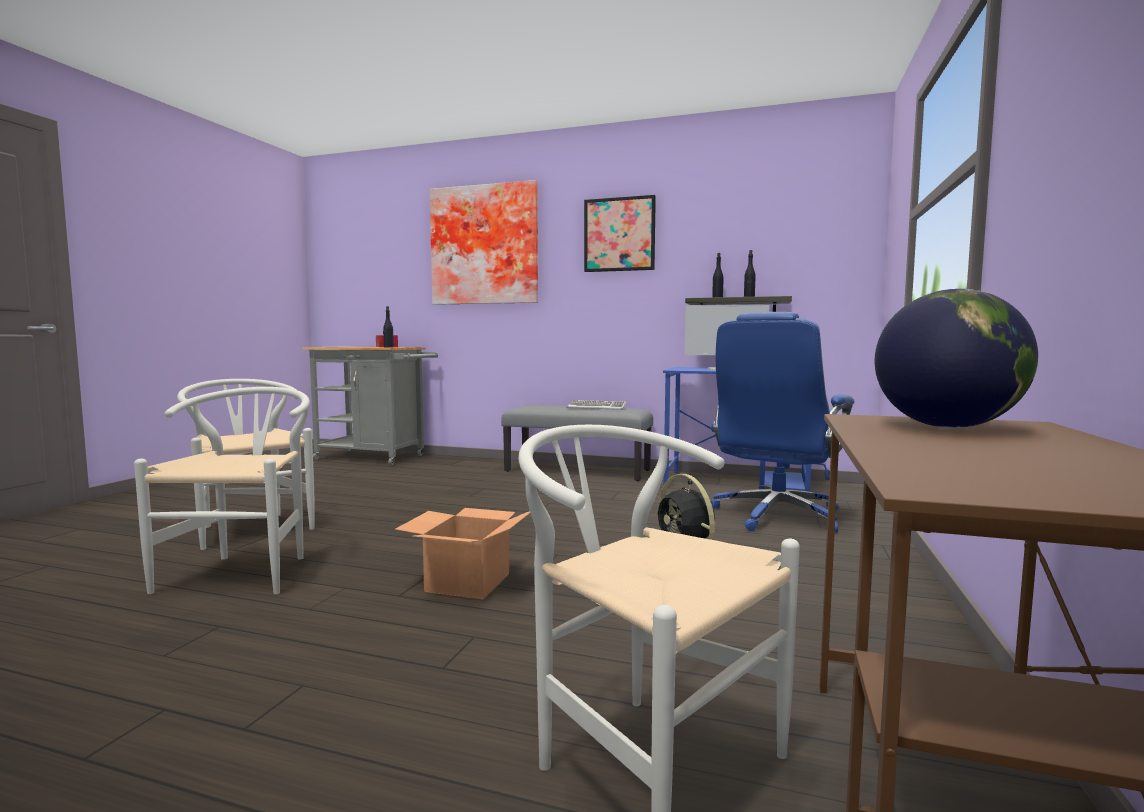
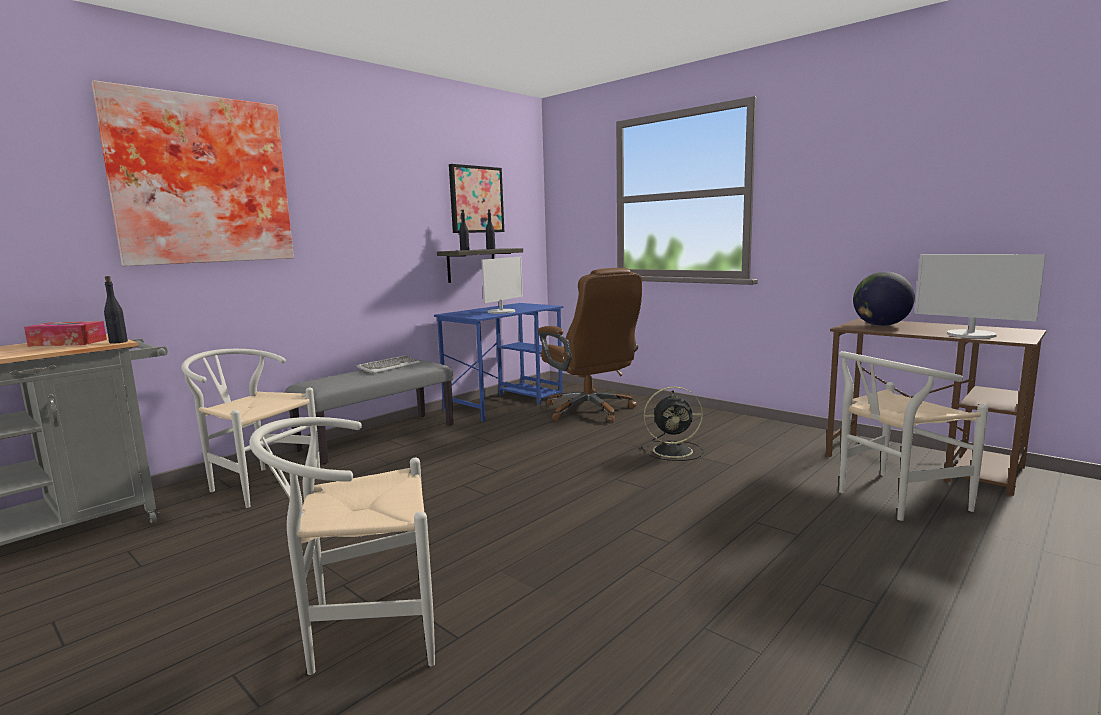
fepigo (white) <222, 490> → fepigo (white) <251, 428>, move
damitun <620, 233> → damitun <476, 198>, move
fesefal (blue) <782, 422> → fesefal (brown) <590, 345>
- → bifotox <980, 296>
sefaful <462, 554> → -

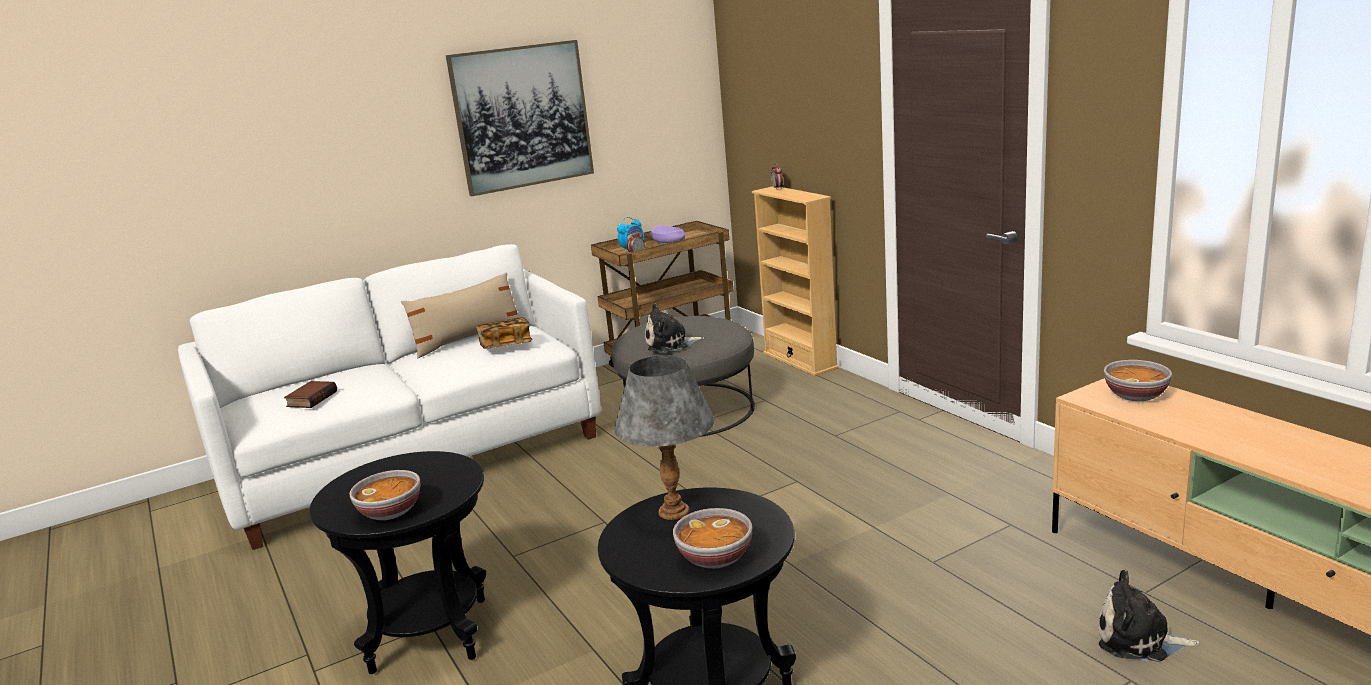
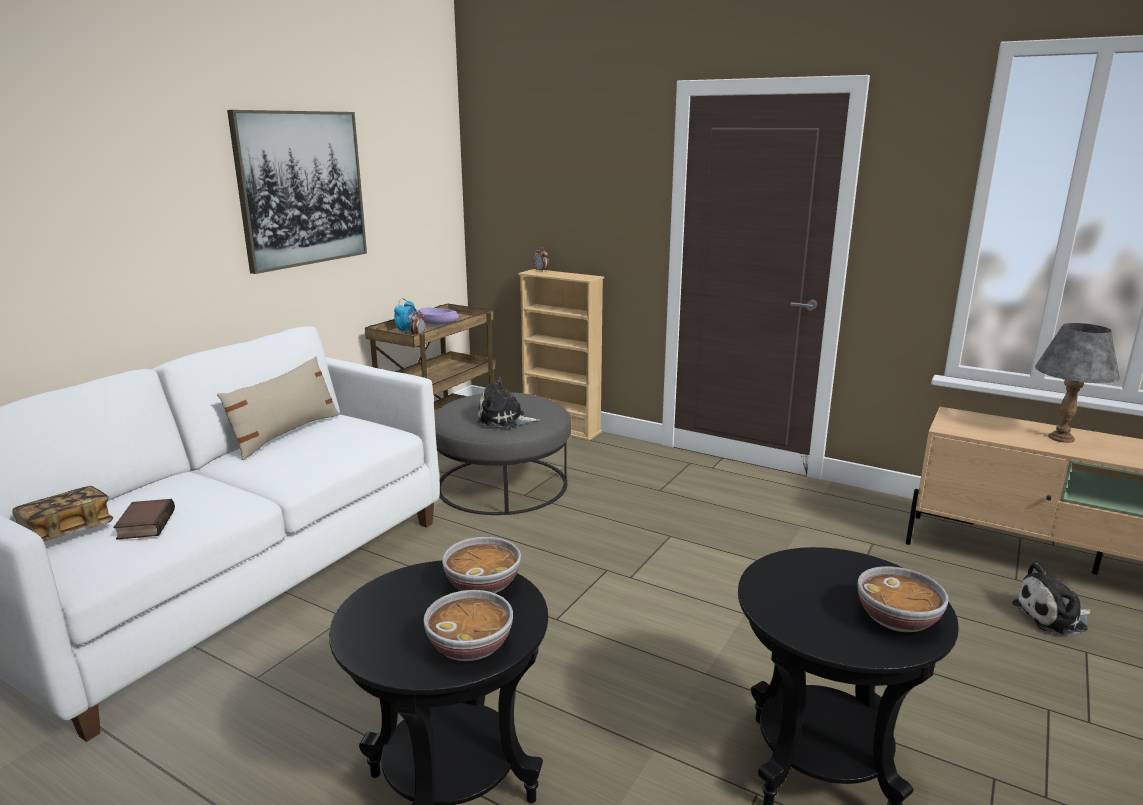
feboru <504, 333> → feboru <62, 513>, move
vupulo <1138, 380> → vupulo <481, 565>, move
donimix <674, 327> → donimix <508, 402>, 45 degrees clockwise
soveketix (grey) <664, 437> → soveketix (grey) <1077, 383>, move

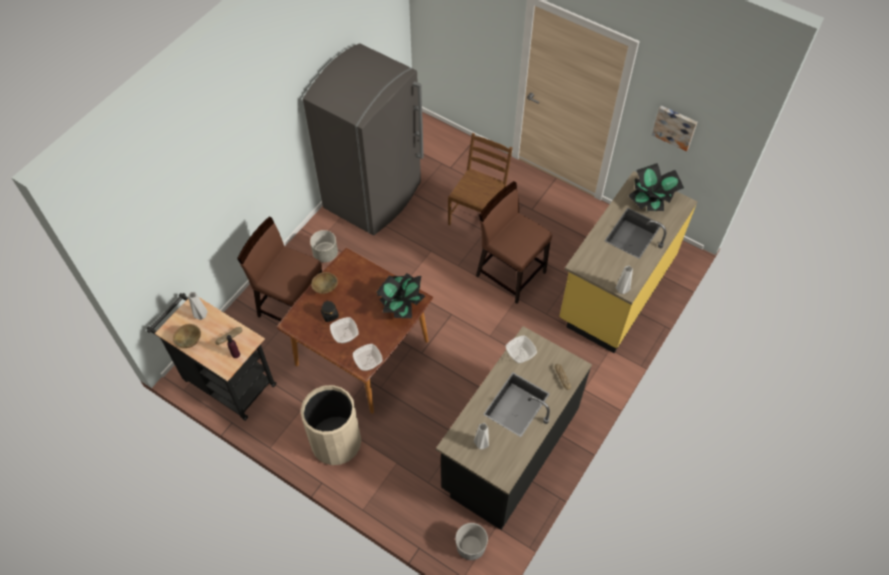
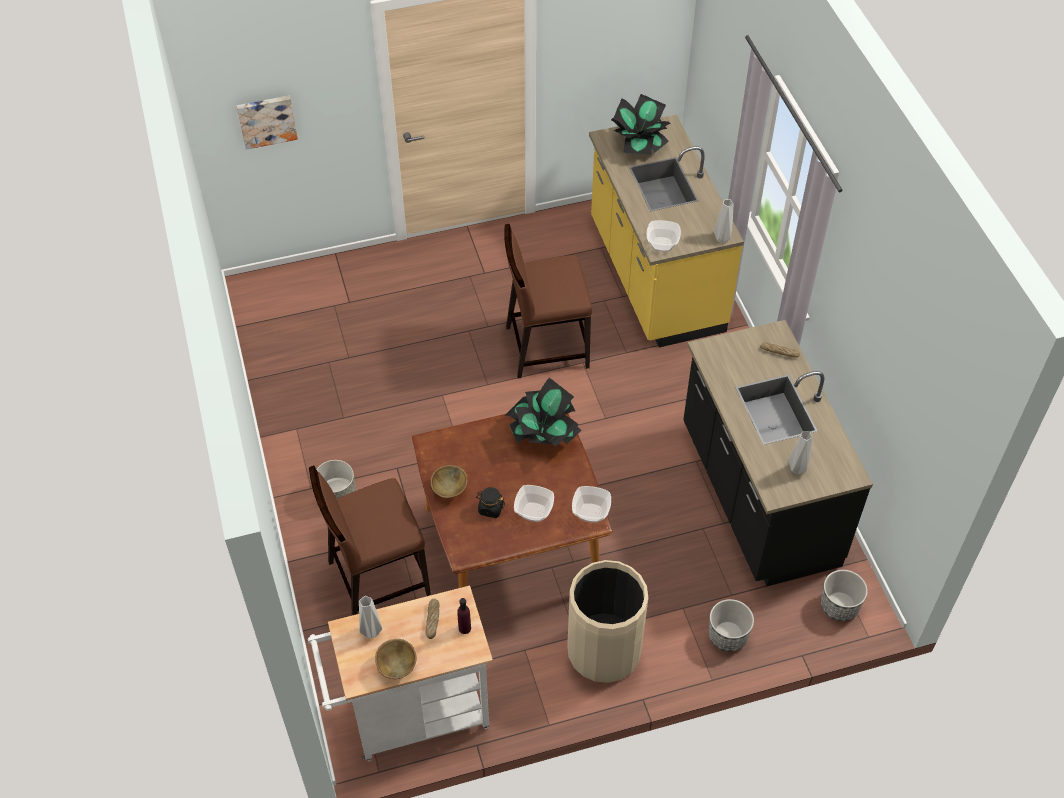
damitun <674, 128> → damitun <267, 122>, move
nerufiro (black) <211, 357> → nerufiro (white) <400, 673>
vupulo <521, 349> → vupulo <663, 236>, move
- → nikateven <731, 625>
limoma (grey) <363, 139> → -
fepigo (brown) <480, 179> → -

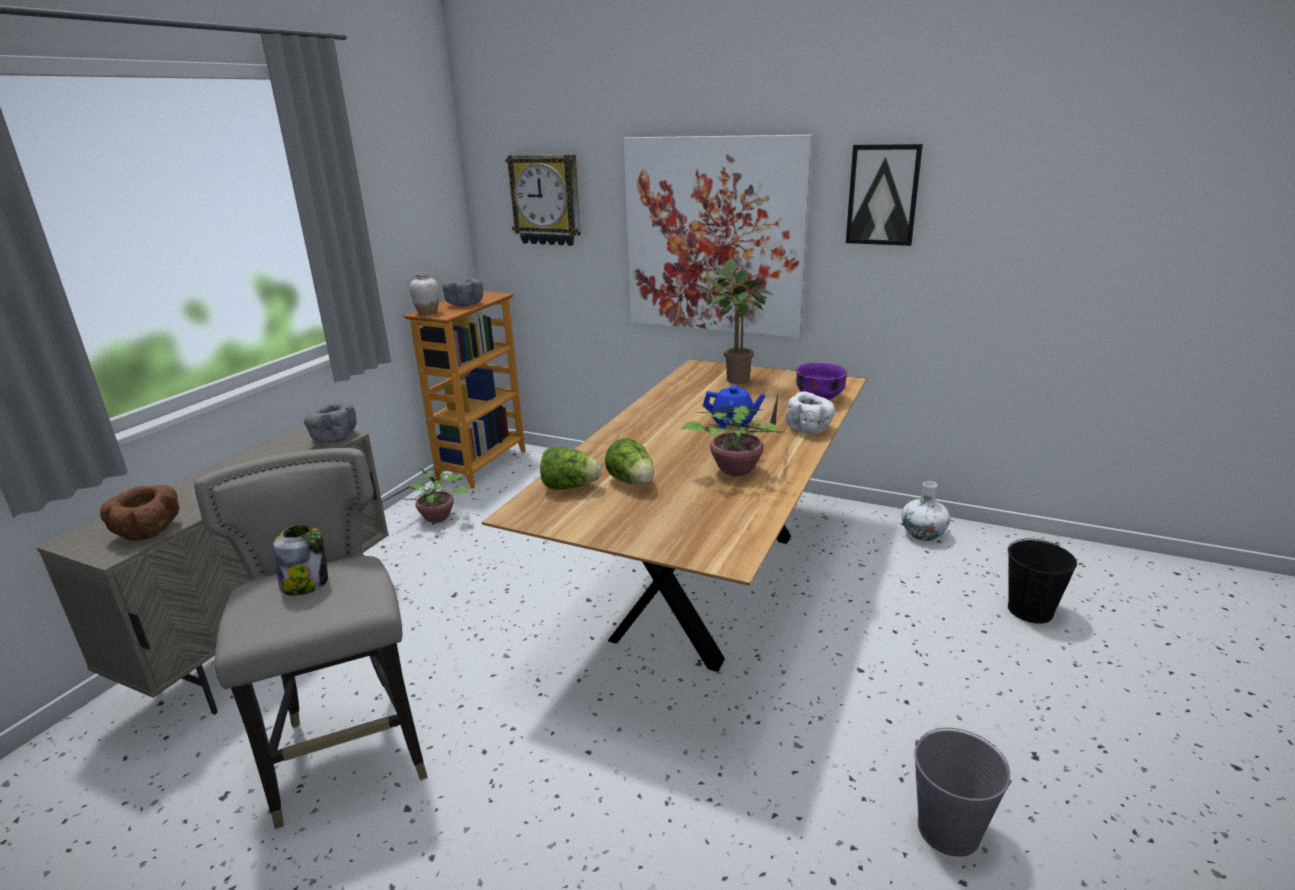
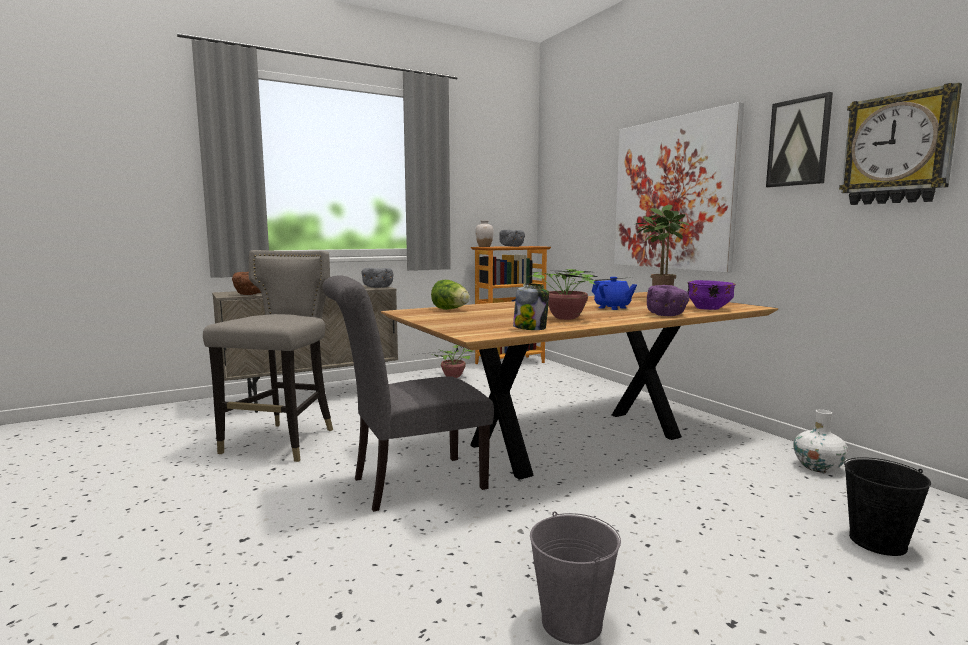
- → fepigo (grey) <408, 393>
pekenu <300, 560> → pekenu <531, 306>, move
vupulo (white) <810, 413> → vupulo (purple) <668, 300>
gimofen <543, 200> → gimofen <900, 144>, move
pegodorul <629, 461> → -

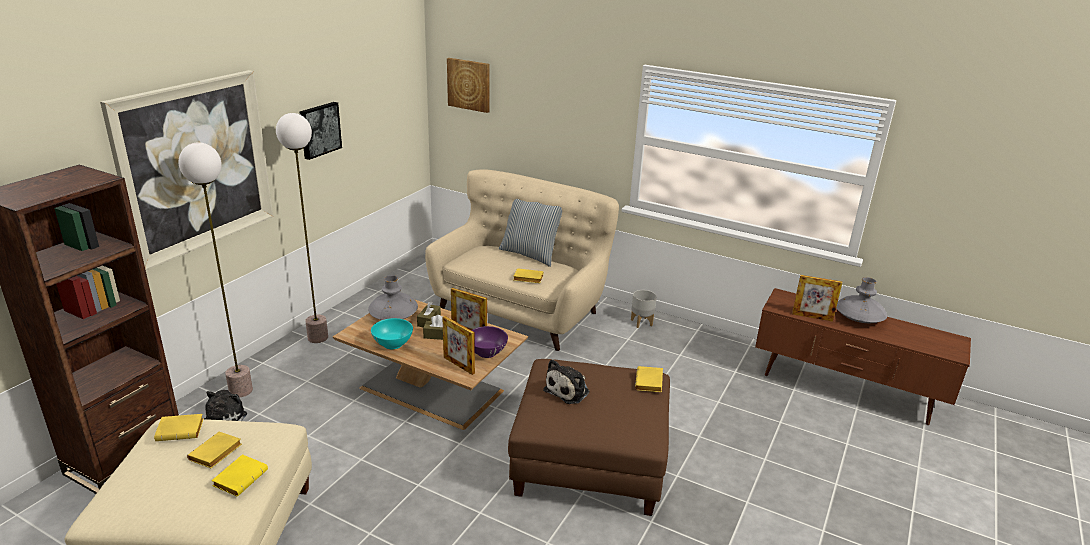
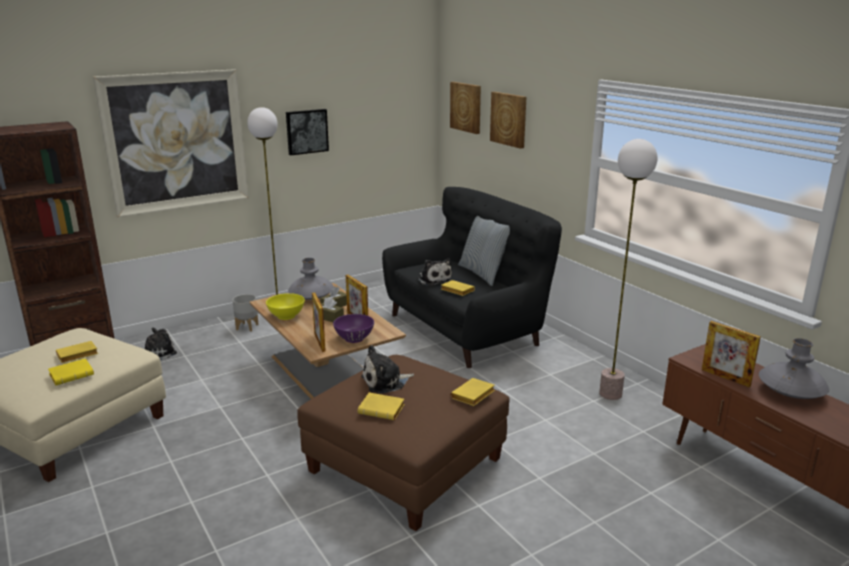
nikateven (grey) <644, 309> → nikateven (grey) <245, 313>, move
vupulo (turquoise) <392, 333> → vupulo (yellow) <285, 306>
feboru (yellow) <179, 427> → feboru (yellow) <381, 406>, move
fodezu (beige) <522, 260> → fodezu (black) <472, 277>
- → donimix <435, 272>
- → damitun <508, 120>
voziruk <216, 270> → voziruk <628, 269>, move

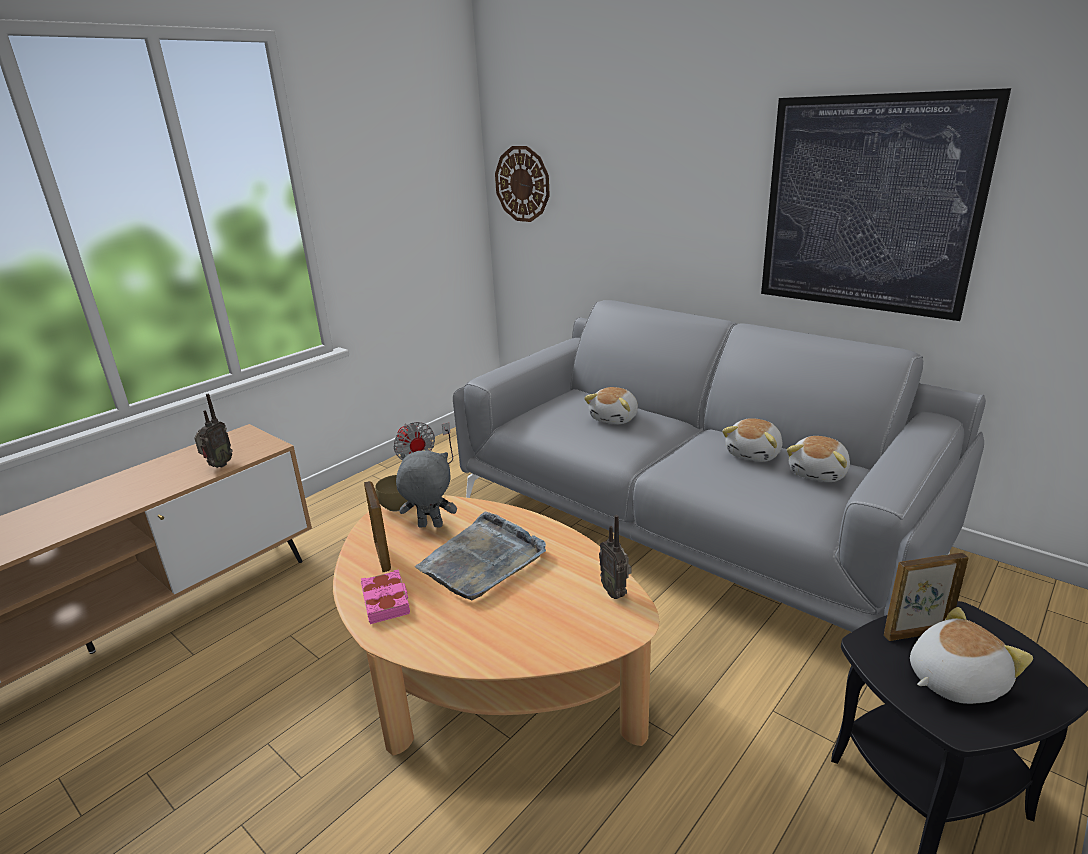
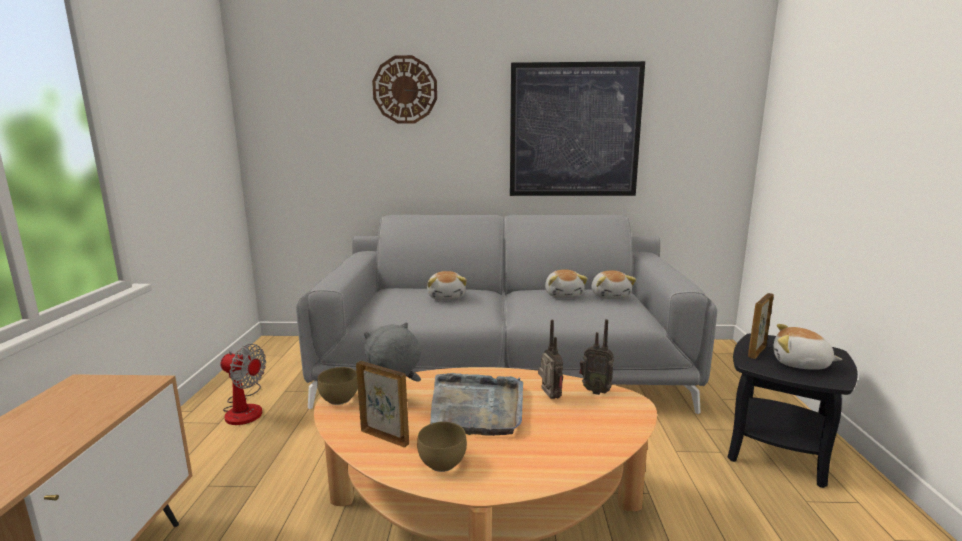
gimofen <522, 184> → gimofen <404, 89>, move
feboru (pink) <385, 596> → vupulo (brown) <442, 447>
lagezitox <213, 431> → lagezitox <550, 359>, move
donimix <971, 655> → donimix <807, 347>, 90 degrees counterclockwise

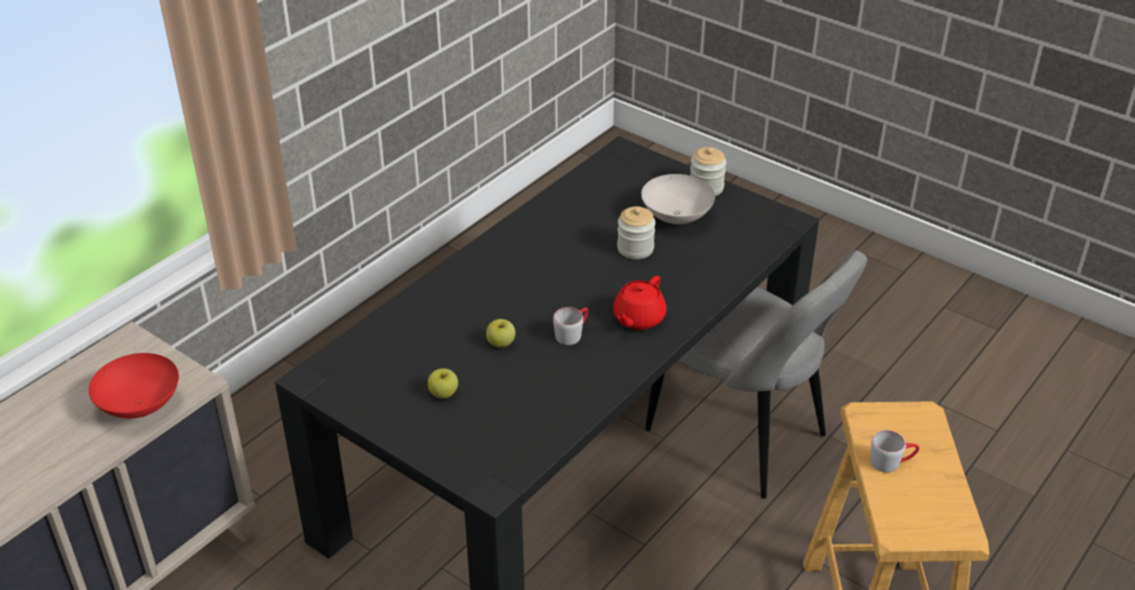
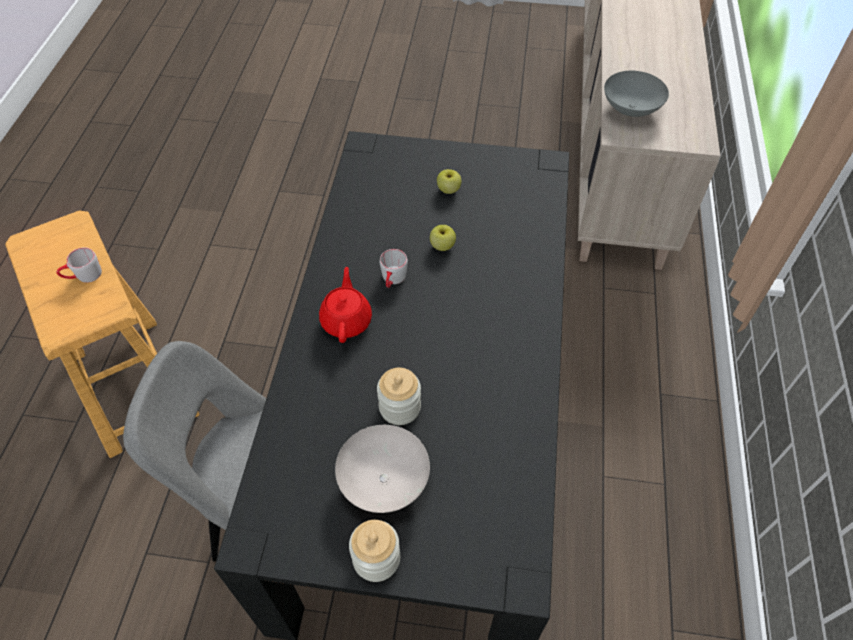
vupulo (red) <133, 385> → vupulo (grey) <636, 94>

